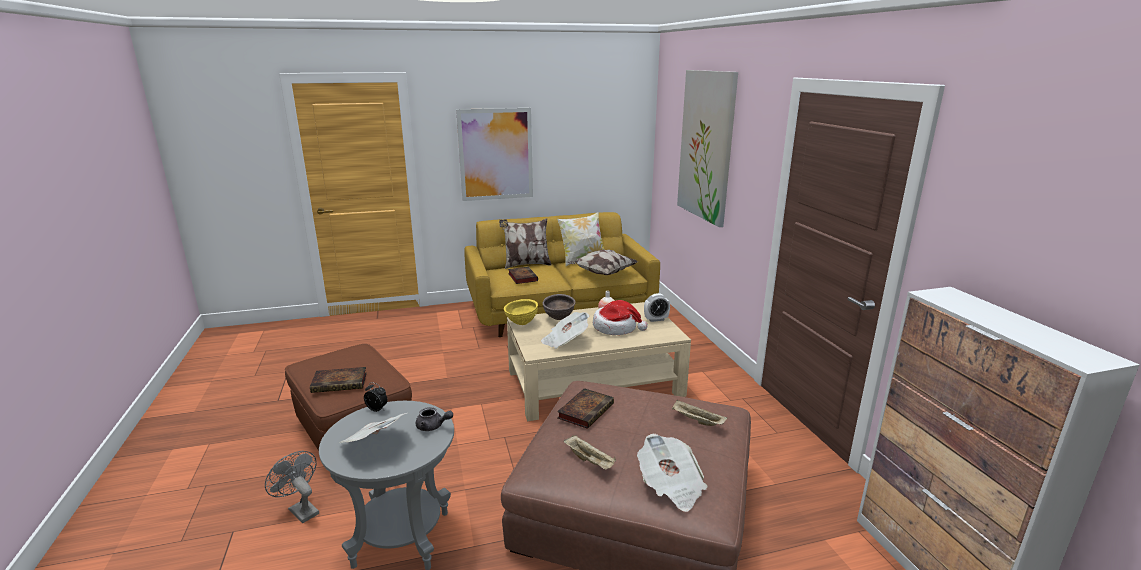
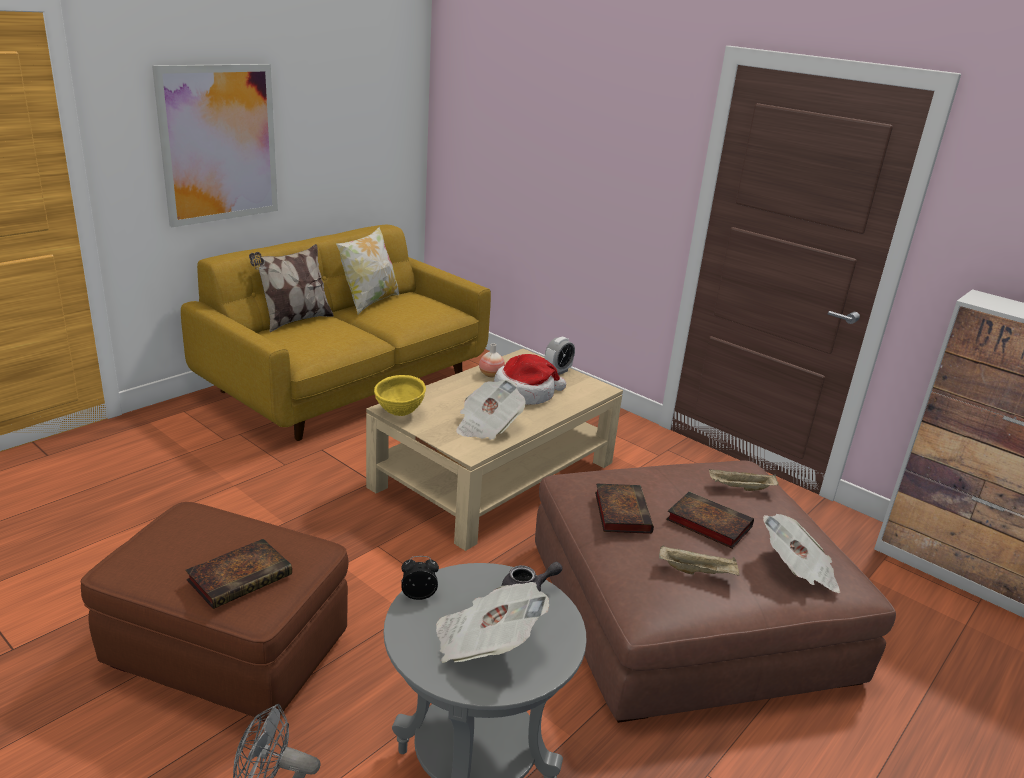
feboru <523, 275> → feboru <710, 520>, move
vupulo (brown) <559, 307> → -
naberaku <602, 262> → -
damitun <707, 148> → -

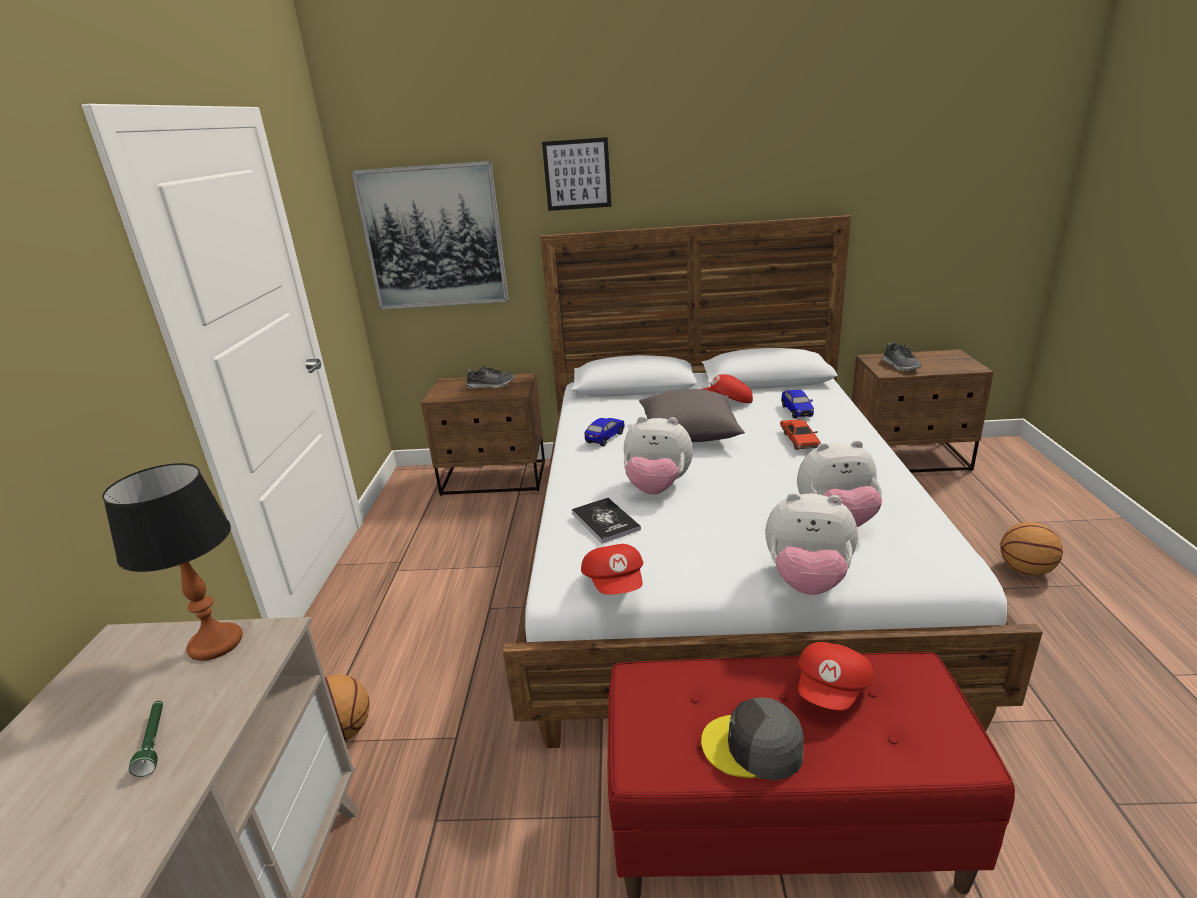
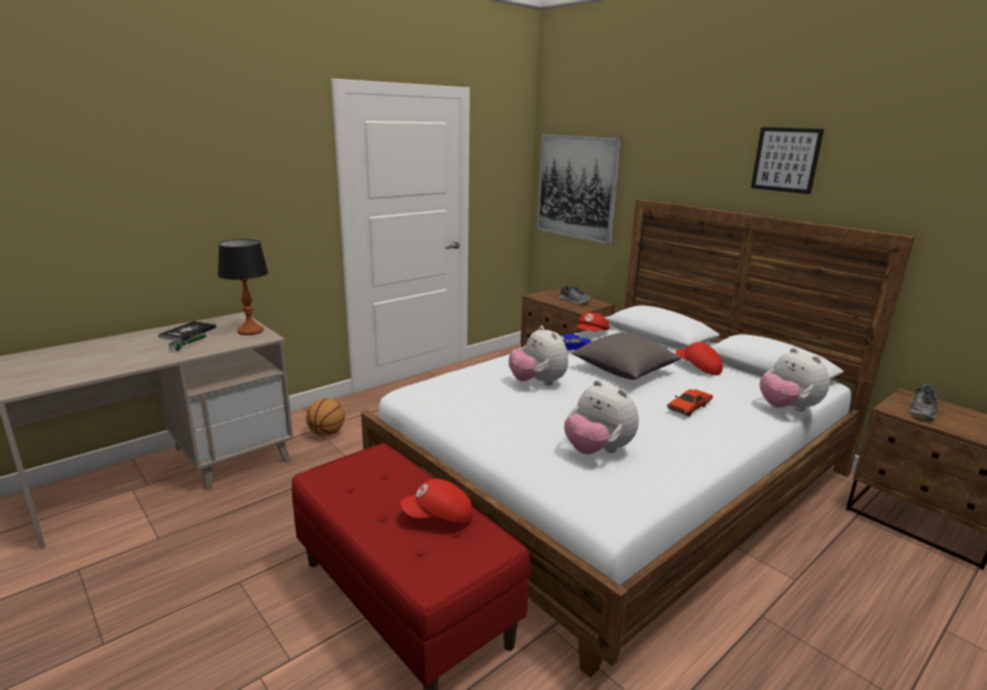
feboru <606, 521> → feboru <187, 331>, move
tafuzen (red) <612, 569> → tafuzen (red) <593, 322>, move
damitun <576, 174> → damitun <787, 160>, move
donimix <811, 544> → donimix <795, 380>, move
tafuzen (grey) <752, 738> → -
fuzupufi <797, 404> → -
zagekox <1031, 549> → -

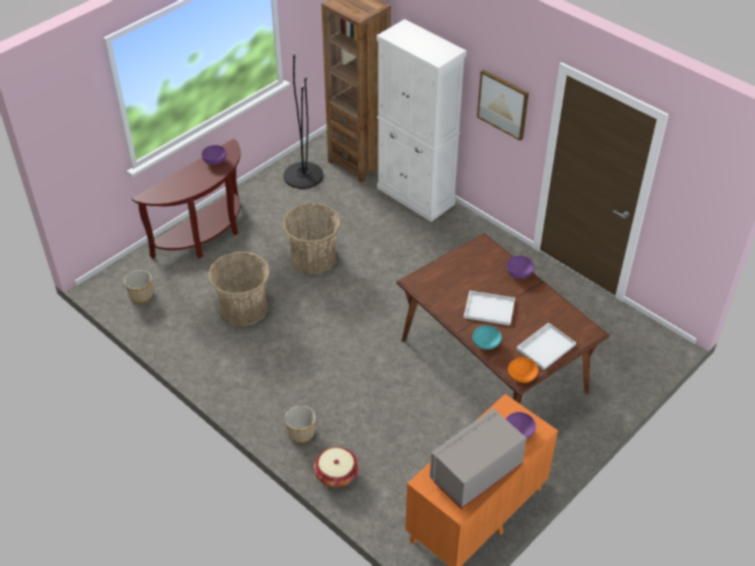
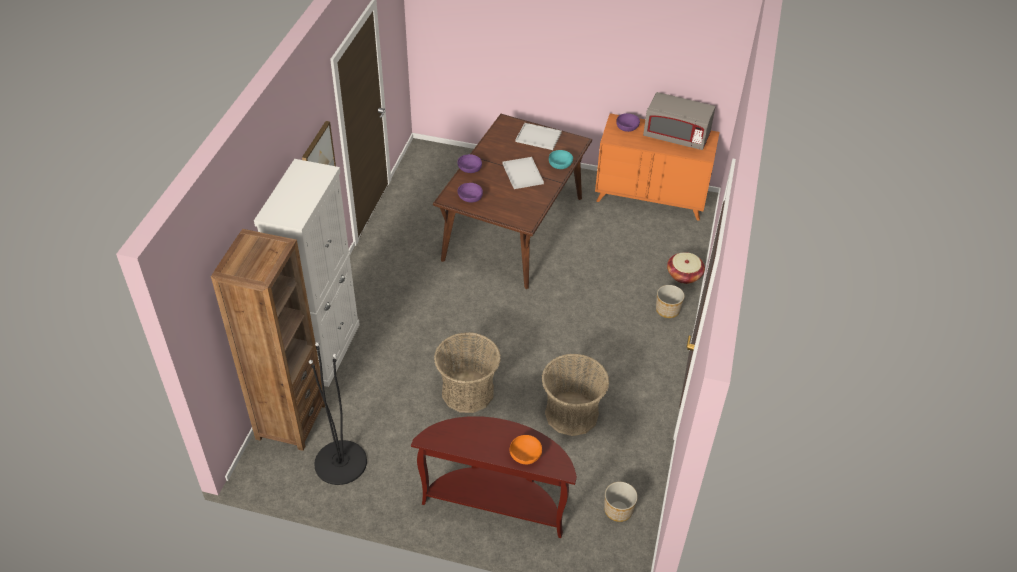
vupulo (purple) <214, 155> → vupulo (purple) <470, 192>, move
vupulo (orange) <523, 370> → vupulo (orange) <526, 449>, move

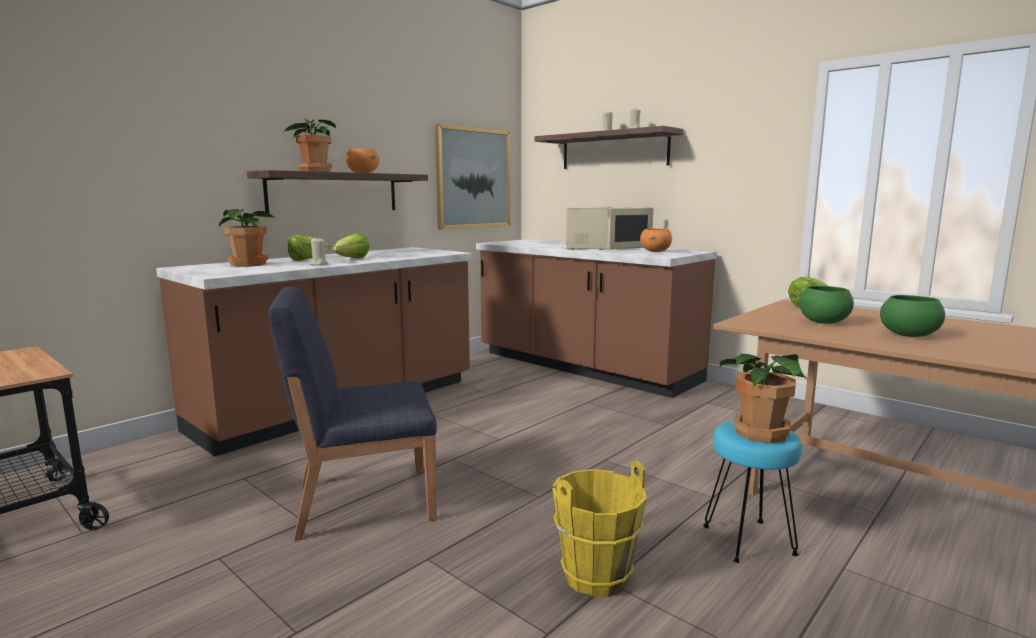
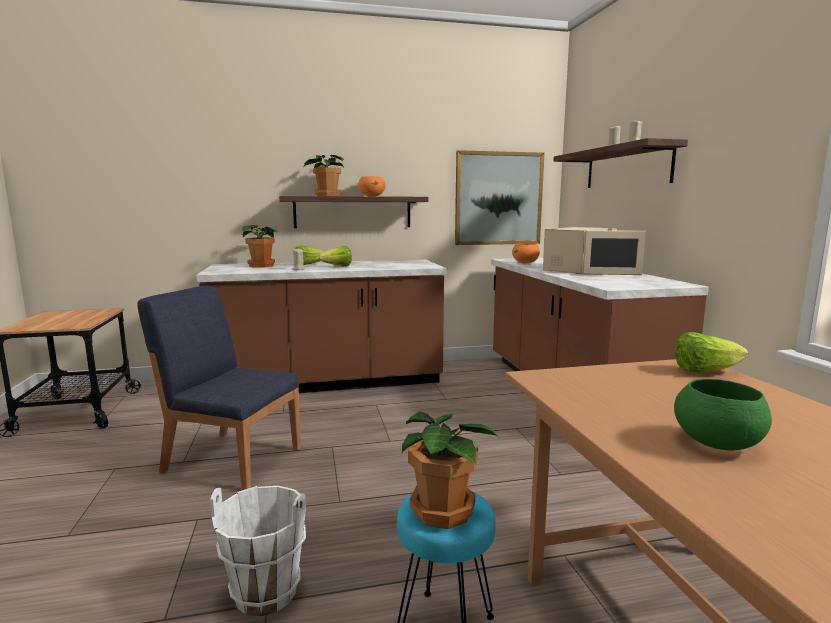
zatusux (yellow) <599, 529> → zatusux (white) <258, 551>
vupulo (orange) <656, 240> → vupulo (orange) <526, 253>, move
vupulo (green) <826, 305> → -

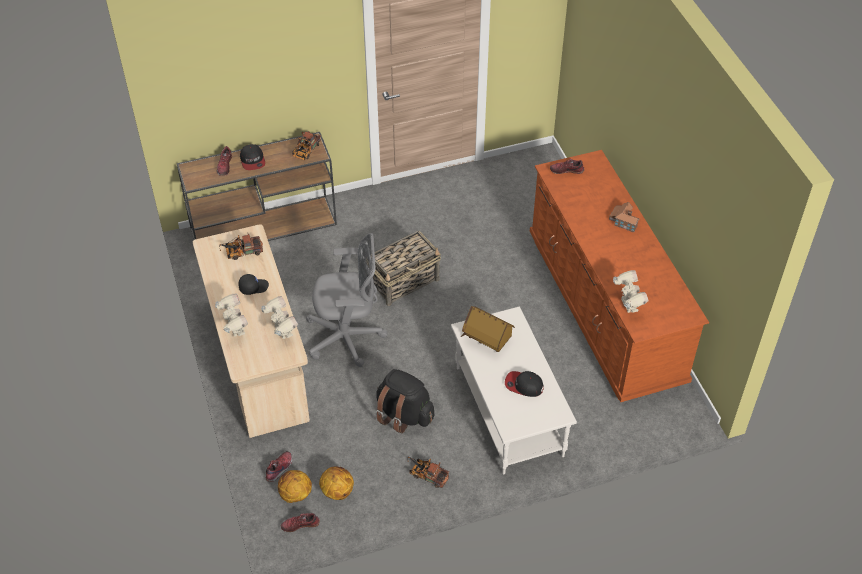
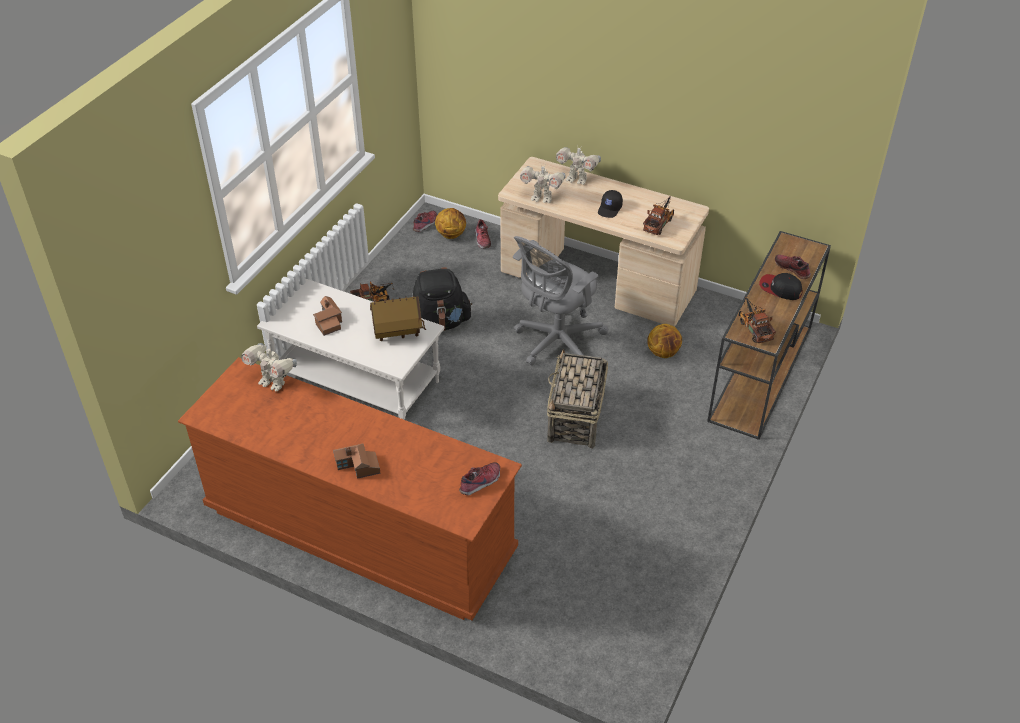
tafuzen <524, 384> → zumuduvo <327, 316>
zagekox <336, 483> → zagekox <664, 341>, move

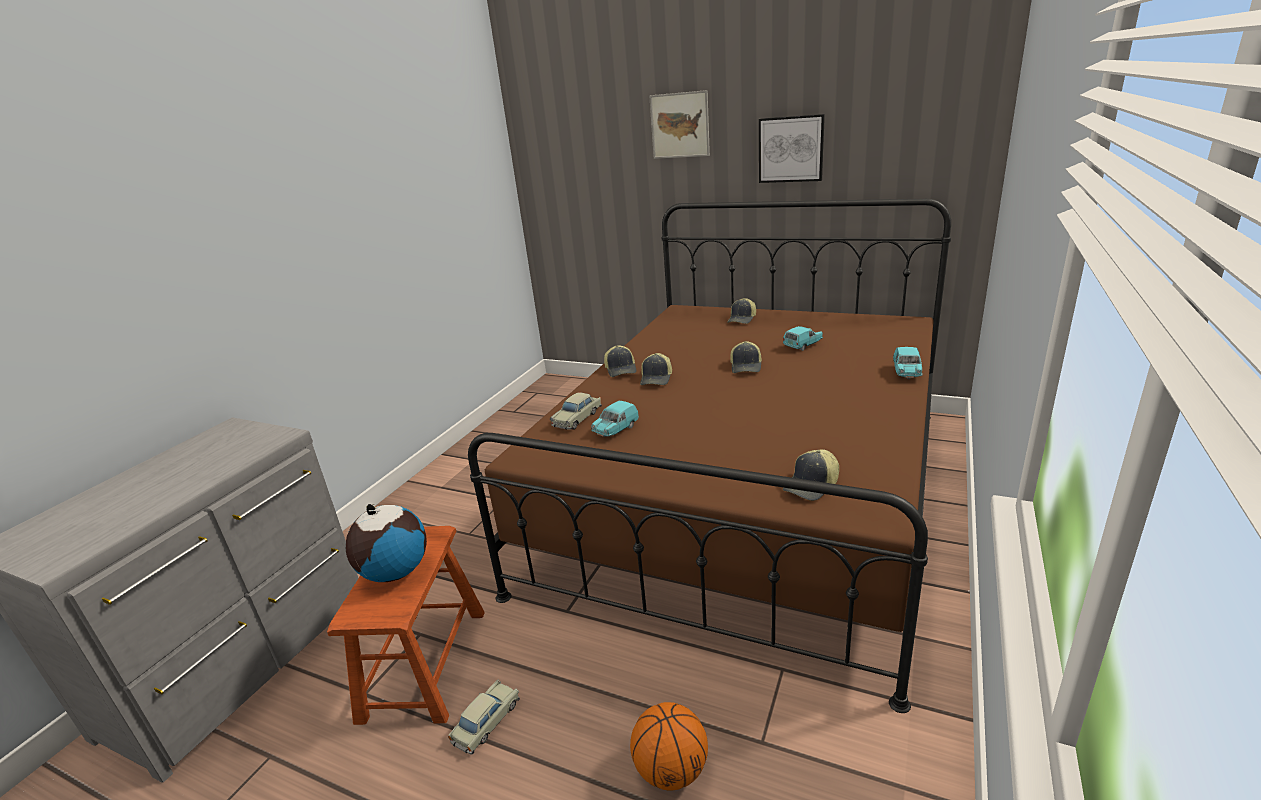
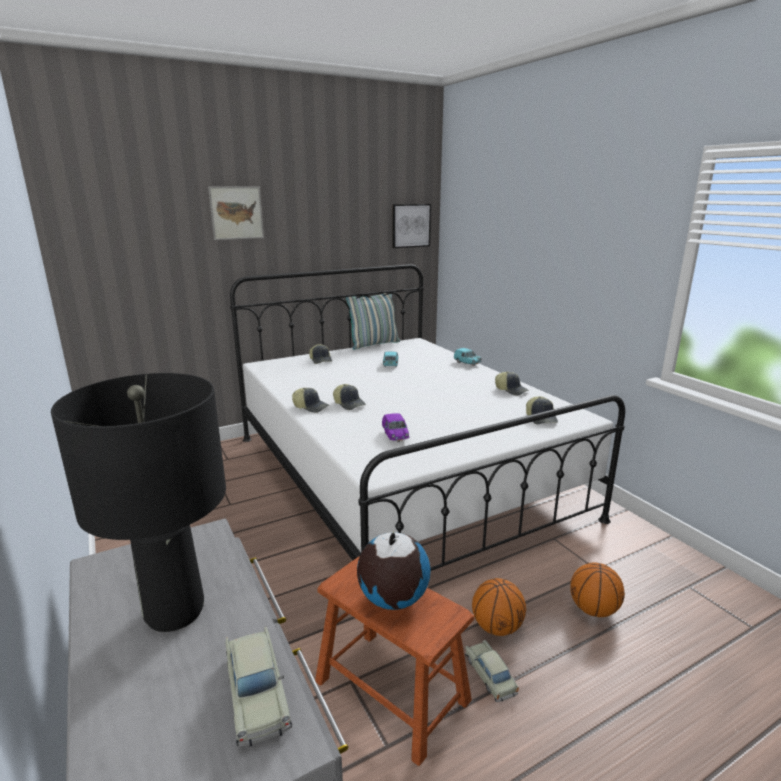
- → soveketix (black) <138, 502>
fuzupufi (beige) <576, 411> → fuzupufi (beige) <258, 686>, move
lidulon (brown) <709, 456> → lidulon (white) <427, 417>
- → naberaku <373, 321>
fuzupufi (turquoise) <615, 419> → fuzupufi (purple) <396, 427>
damitun <792, 148> → damitun <411, 226>, move
- → zagekox <499, 607>
tafuzen <746, 357> → tafuzen <512, 384>, move

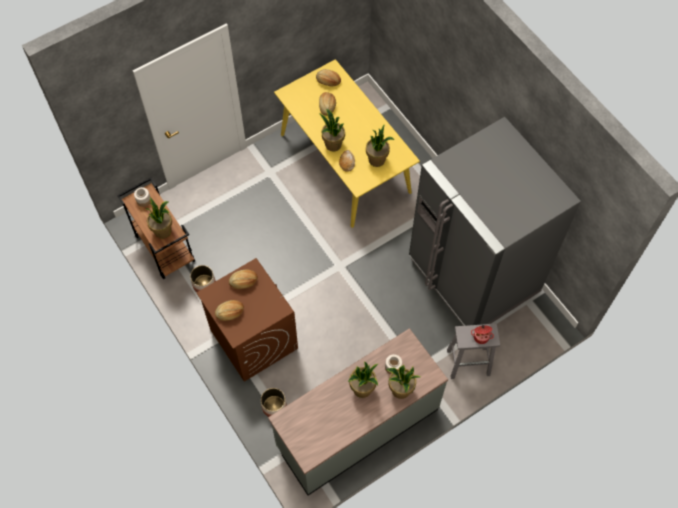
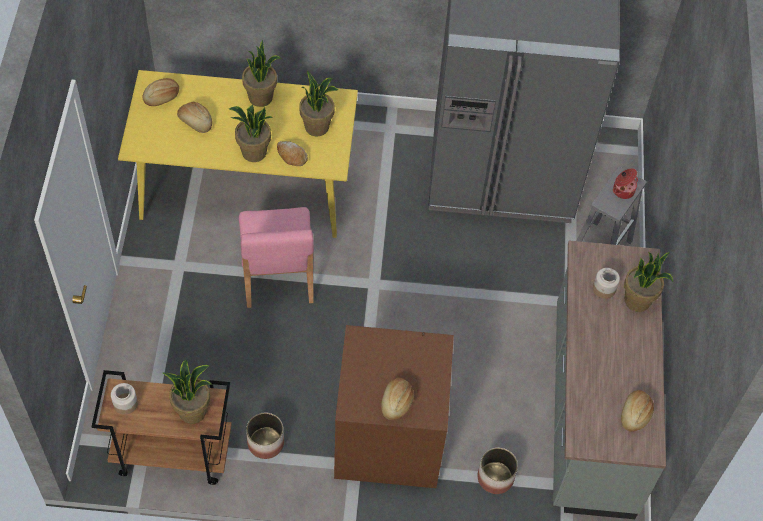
- → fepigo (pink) <276, 257>
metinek <363, 379> → metinek <261, 73>, move
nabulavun <243, 279> → nabulavun <637, 411>, move

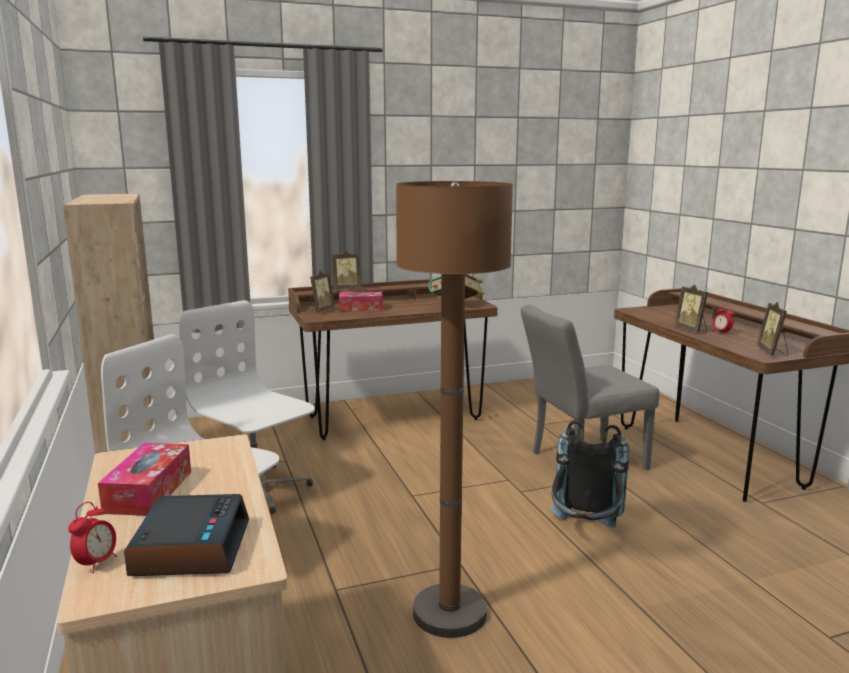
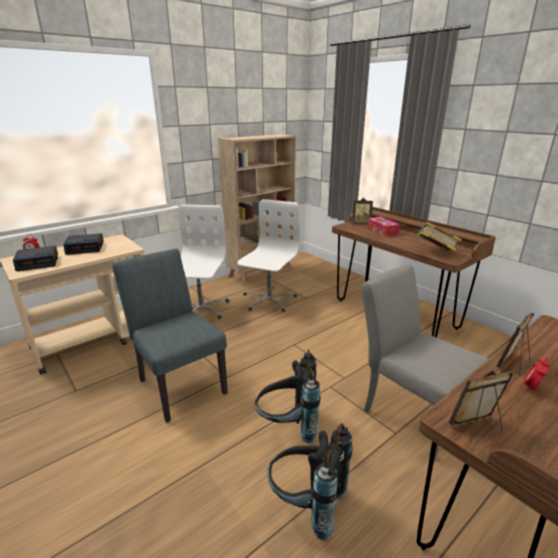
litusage <144, 479> → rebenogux <83, 244>
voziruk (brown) <454, 409> → fepigo (grey) <170, 335>
- → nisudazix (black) <310, 481>
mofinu <346, 269> → -

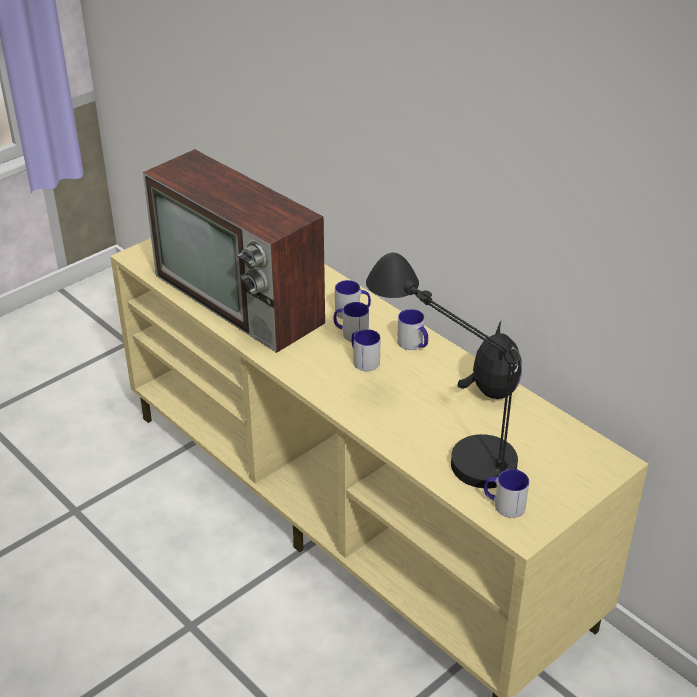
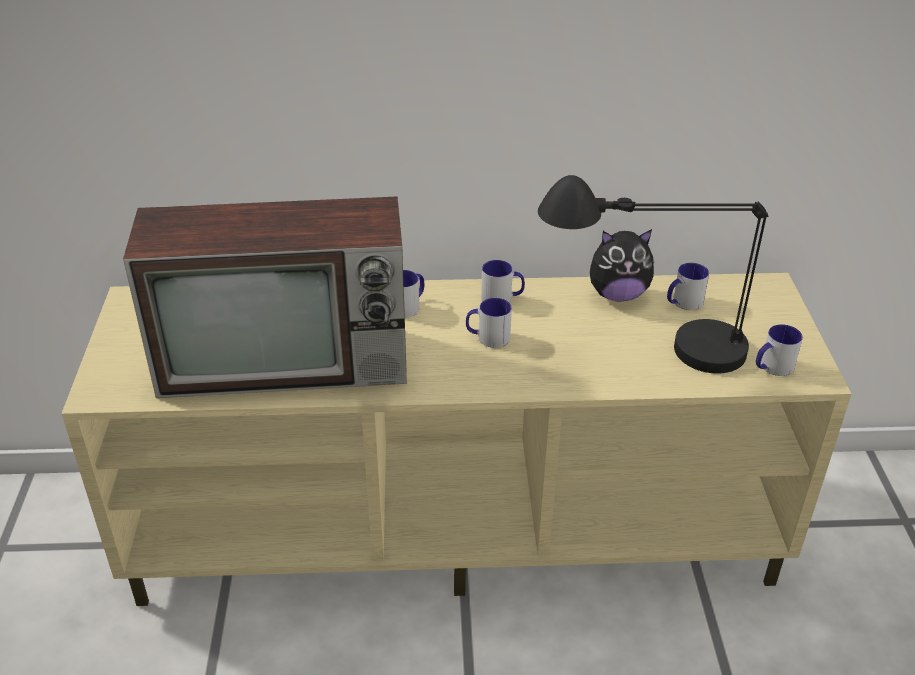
donimix <489, 360> → donimix <622, 265>, 135 degrees clockwise
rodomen <351, 322> → rodomen <688, 286>, move

